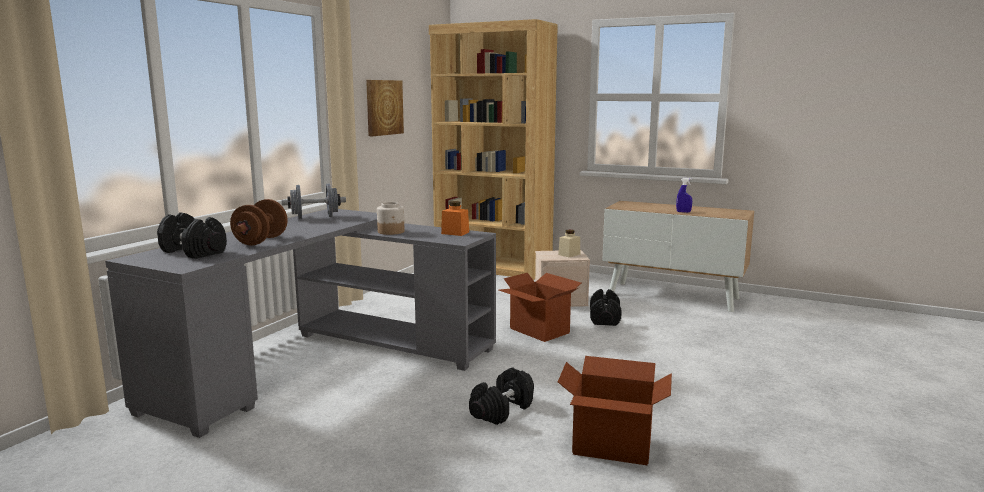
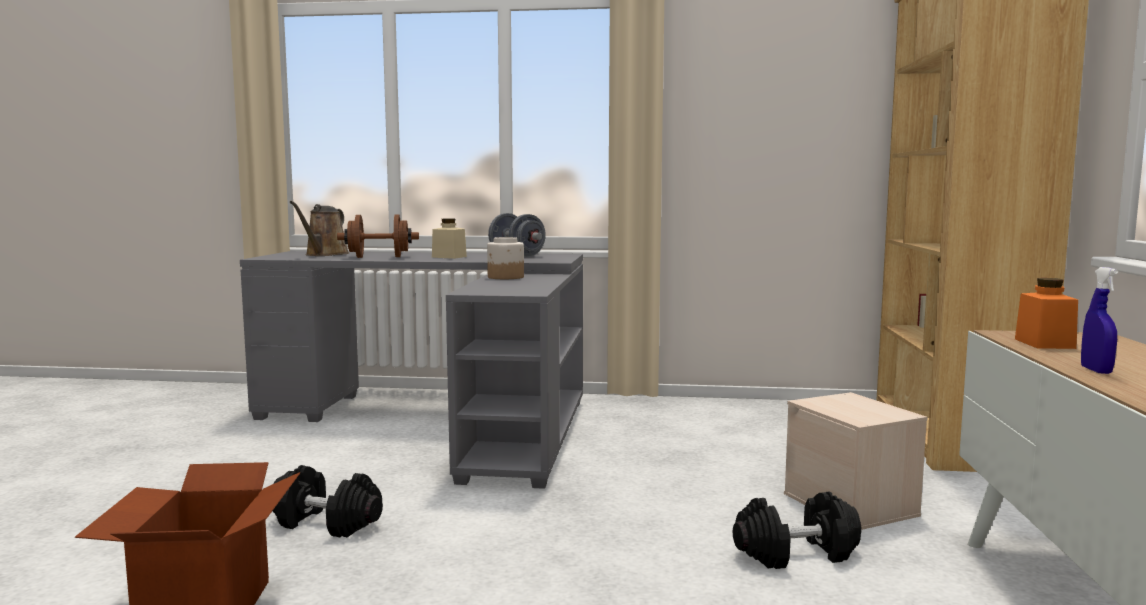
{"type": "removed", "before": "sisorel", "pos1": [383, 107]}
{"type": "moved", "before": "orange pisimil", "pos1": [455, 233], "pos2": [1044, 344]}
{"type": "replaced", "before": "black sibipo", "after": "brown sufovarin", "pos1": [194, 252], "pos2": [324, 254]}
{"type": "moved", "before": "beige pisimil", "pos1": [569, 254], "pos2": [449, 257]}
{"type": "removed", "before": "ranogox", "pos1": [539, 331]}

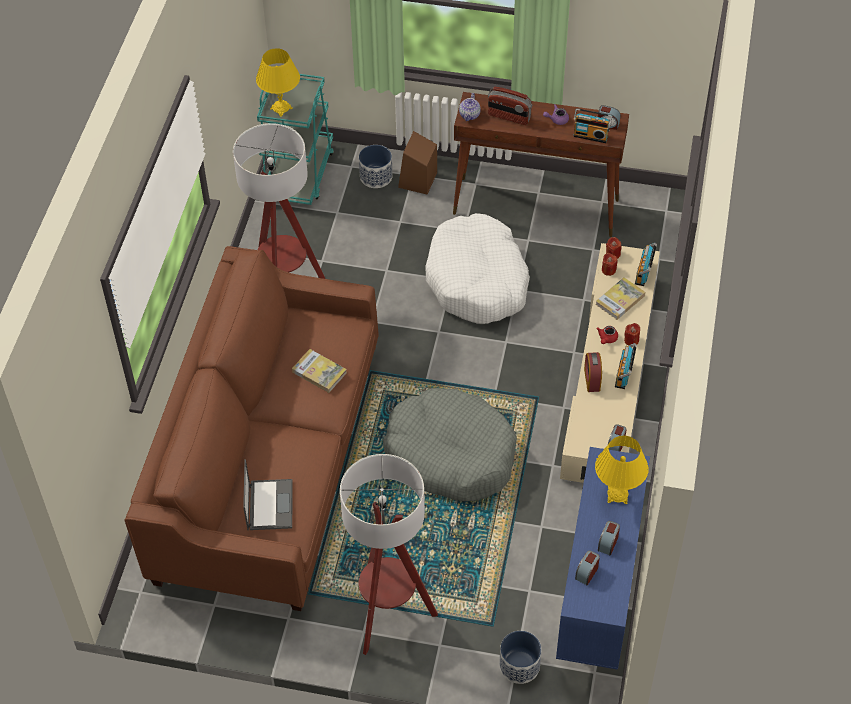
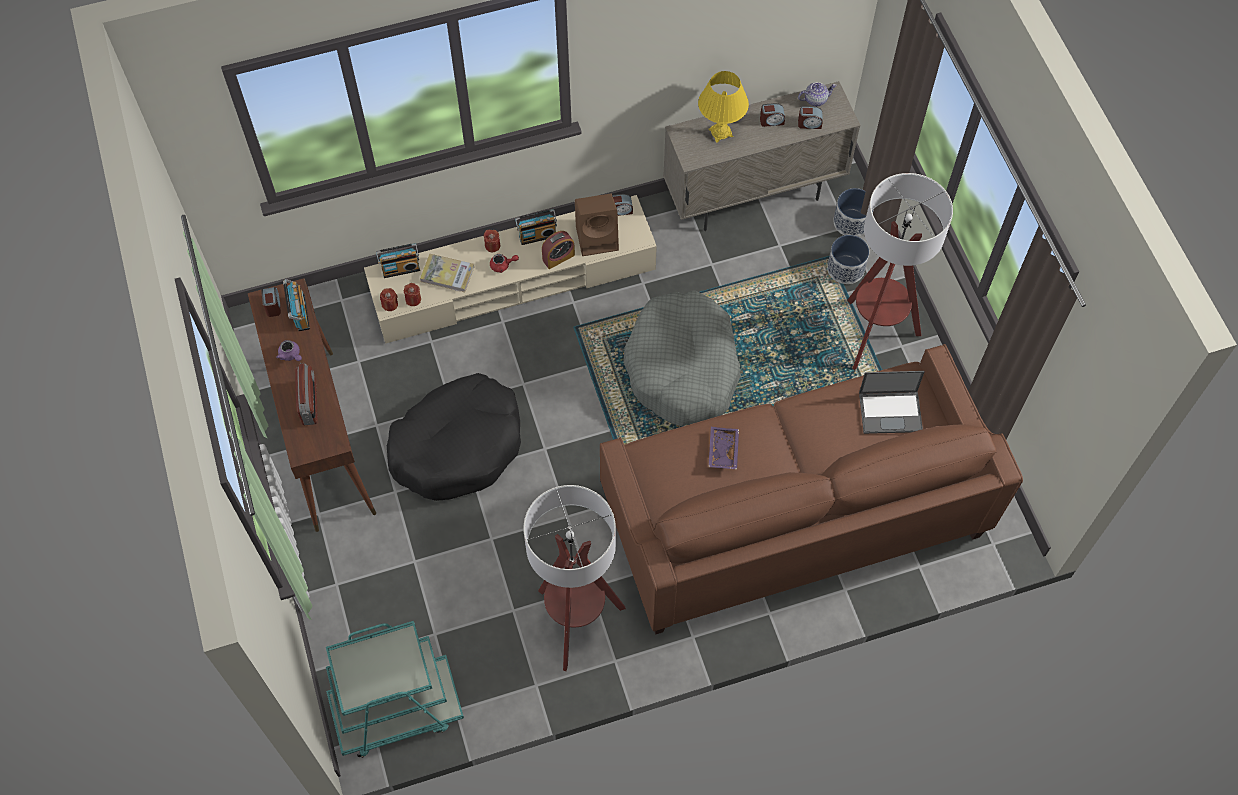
{"type": "removed", "before": "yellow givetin", "pos1": [281, 108]}
{"type": "moved", "before": "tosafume", "pos1": [470, 115], "pos2": [815, 99]}
{"type": "moved", "before": "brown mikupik", "pos1": [417, 181], "pos2": [598, 237]}
{"type": "moved", "before": "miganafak", "pos1": [376, 177], "pos2": [846, 268]}
{"type": "recoloured", "before": "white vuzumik", "after": "black vuzumik", "pos1": [477, 280], "pos2": [458, 445]}
{"type": "replaced", "before": "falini", "after": "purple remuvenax", "pos1": [319, 372], "pos2": [722, 451]}
{"type": "recoloured", "before": "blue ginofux", "after": "beige ginofux", "pos1": [597, 598], "pos2": [753, 196]}
{"type": "turned", "before": "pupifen", "pos1": [269, 504], "pos2": [891, 411], "turn": -150}

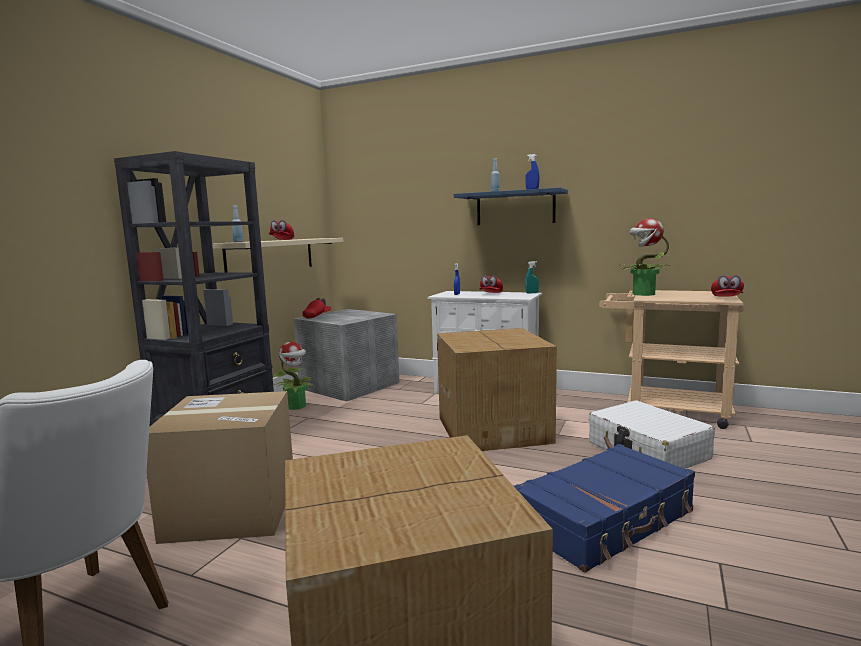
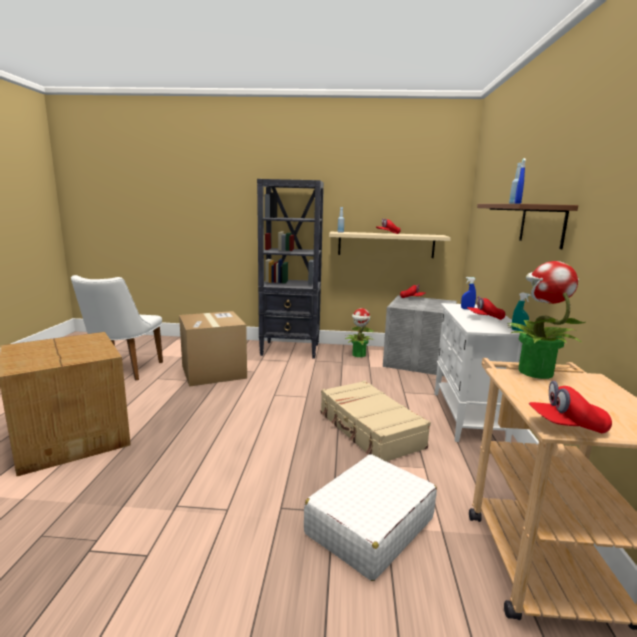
{"type": "recoloured", "before": "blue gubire", "after": "brown gubire", "pos1": [515, 208], "pos2": [542, 224]}
{"type": "replaced", "before": "ranogox", "after": "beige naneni", "pos1": [494, 429], "pos2": [369, 430]}
{"type": "removed", "before": "blue naneni", "pos1": [606, 520]}

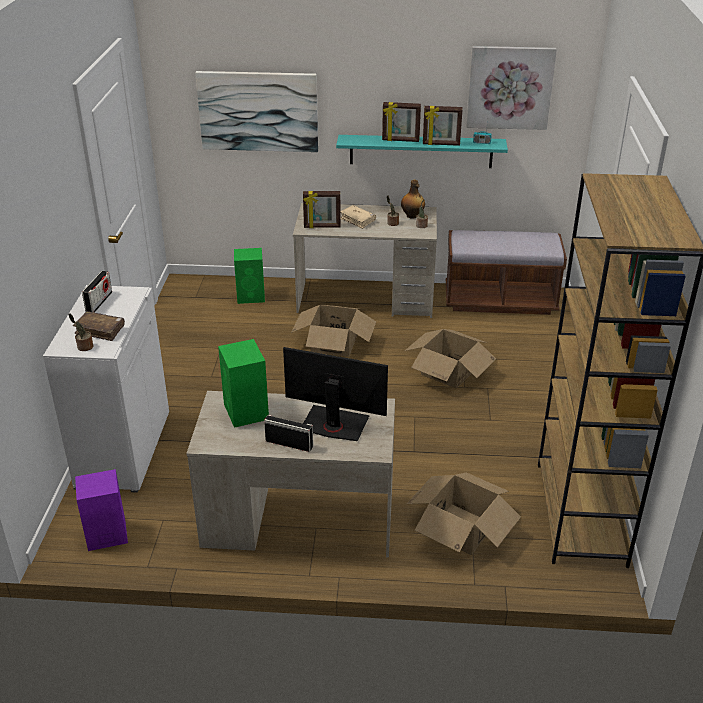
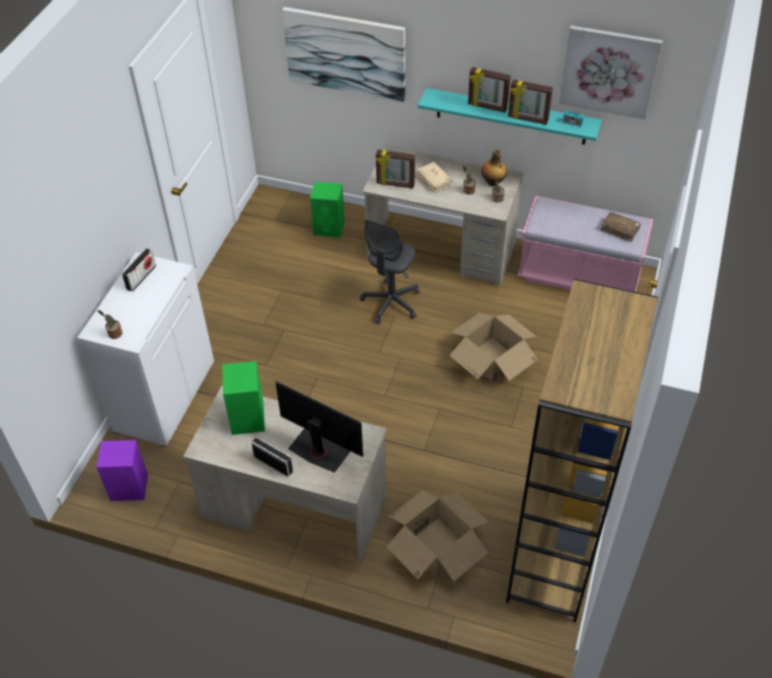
{"type": "recoloured", "before": "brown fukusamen", "after": "pink fukusamen", "pos1": [500, 301], "pos2": [579, 275]}
{"type": "replaced", "before": "ranogox", "after": "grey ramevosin", "pos1": [333, 343], "pos2": [391, 303]}
{"type": "moved", "before": "brown falini", "pos1": [100, 330], "pos2": [620, 229]}

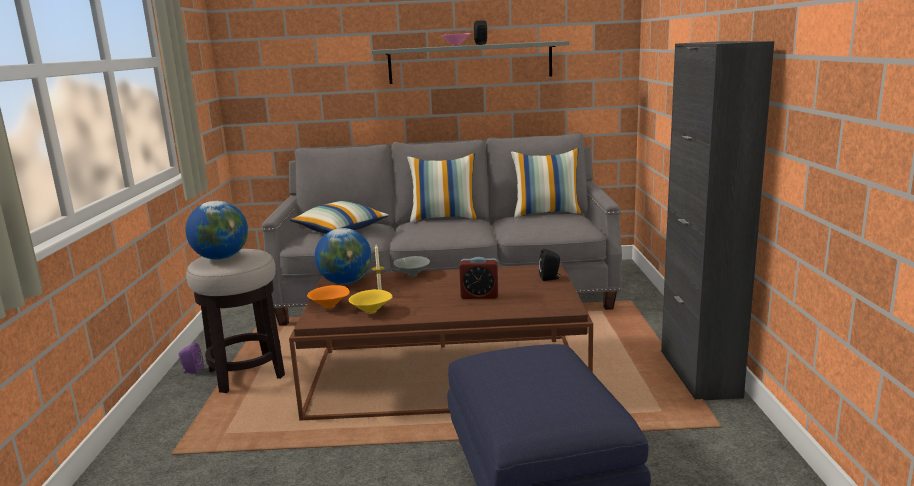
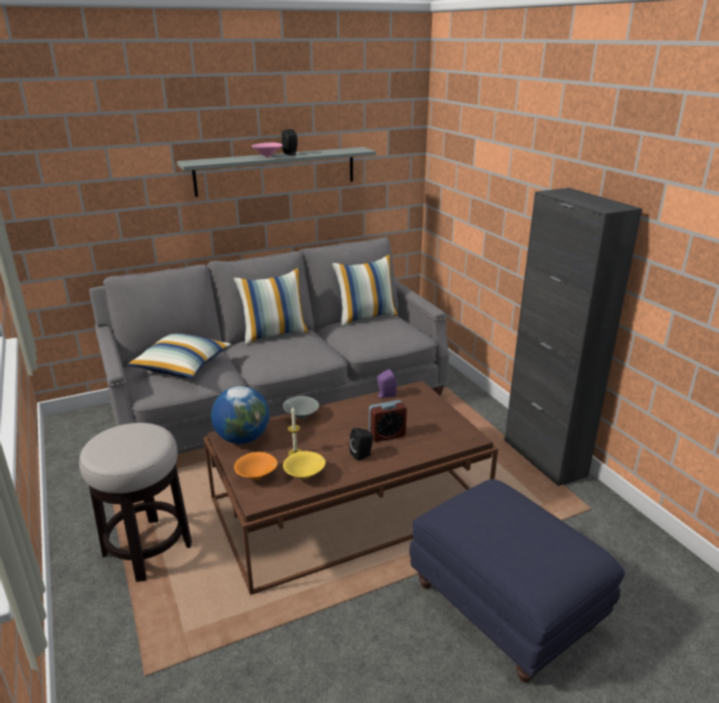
{"type": "removed", "before": "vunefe", "pos1": [221, 258]}
{"type": "moved", "before": "black mikupik", "pos1": [550, 278], "pos2": [362, 455]}
{"type": "moved", "before": "purple mikupik", "pos1": [191, 371], "pos2": [385, 395]}

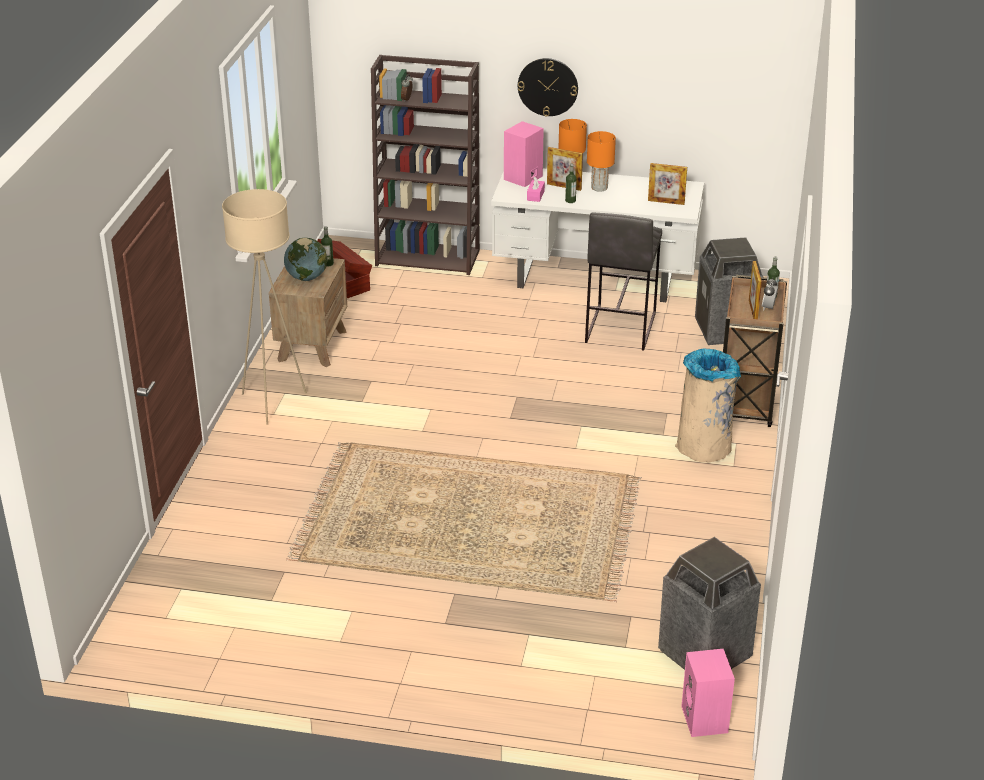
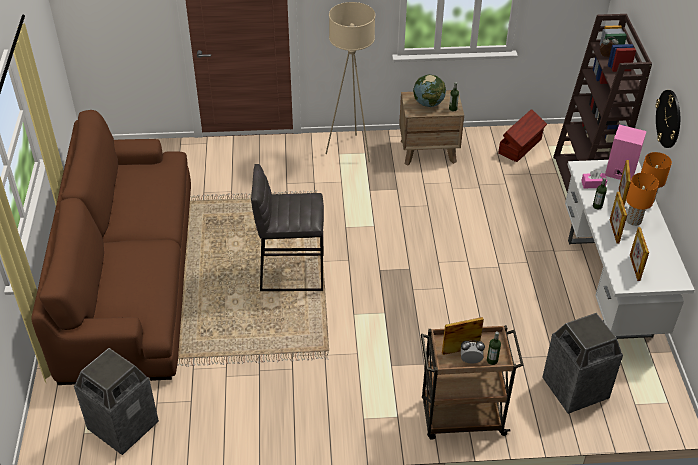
{"type": "moved", "before": "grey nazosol", "pos1": [619, 327], "pos2": [291, 272]}
{"type": "removed", "before": "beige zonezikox", "pos1": [704, 448]}
{"type": "removed", "before": "pink mikupik", "pos1": [706, 720]}
{"type": "added", "after": "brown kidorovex", "pos2": [129, 276]}
{"type": "added", "after": "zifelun", "pos2": [614, 231]}

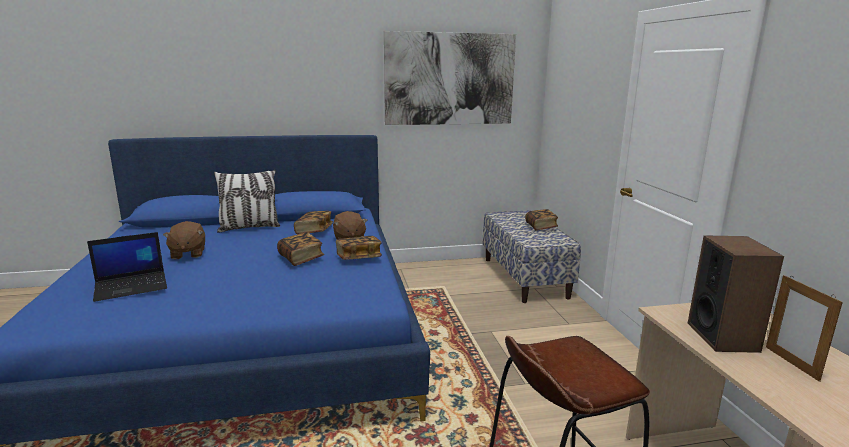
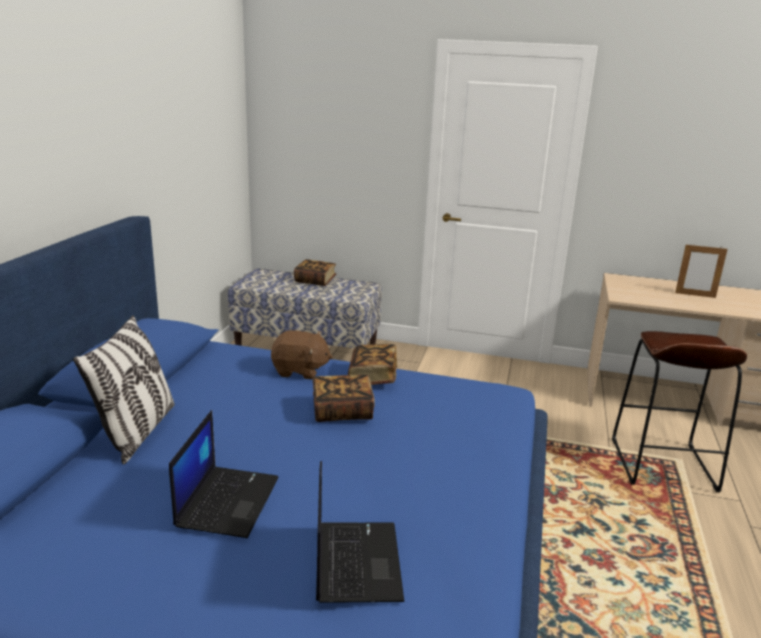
{"type": "removed", "before": "sisorel", "pos1": [449, 79]}
{"type": "removed", "before": "falini", "pos1": [314, 231]}
{"type": "replaced", "before": "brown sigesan", "after": "pupifen", "pos1": [187, 254], "pos2": [227, 501]}
{"type": "removed", "before": "mikupik", "pos1": [722, 337]}

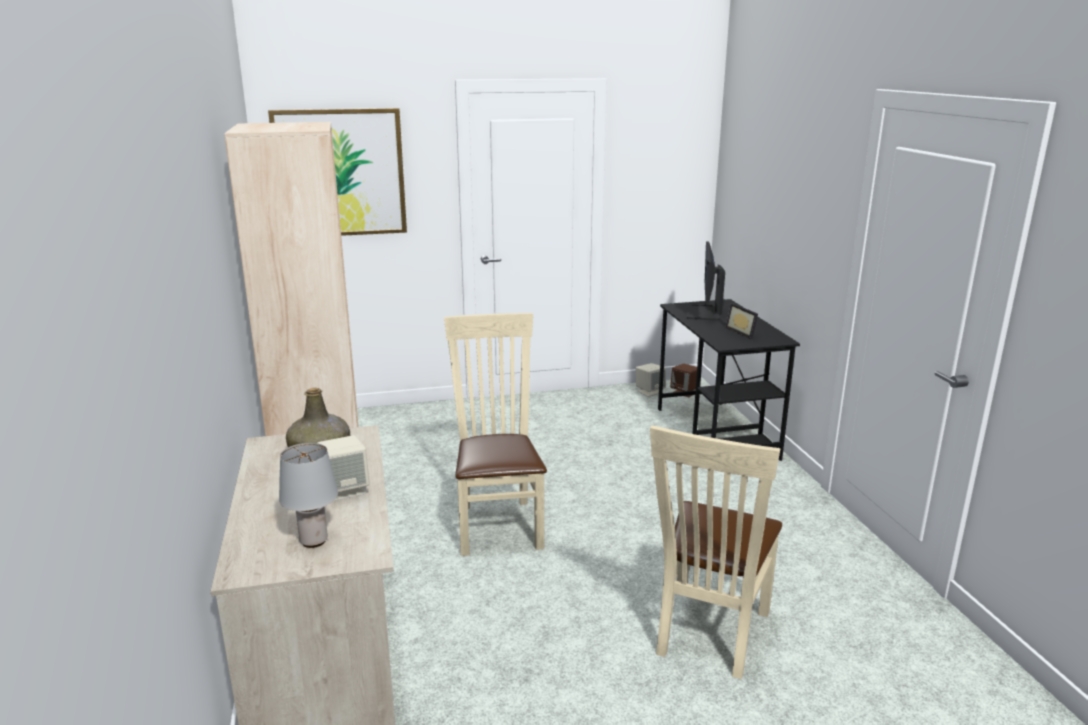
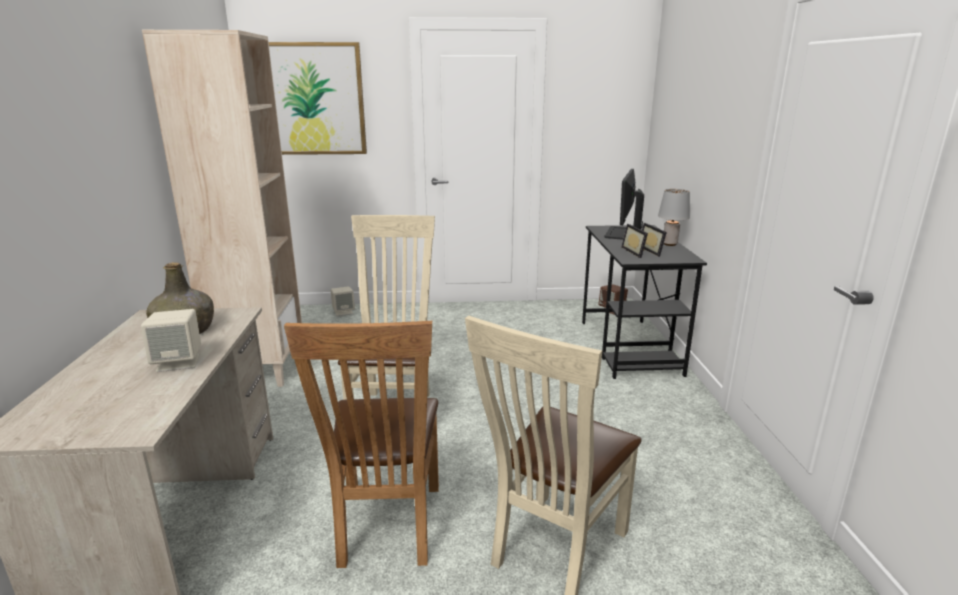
{"type": "moved", "before": "beige mikupik", "pos1": [650, 392], "pos2": [343, 312]}
{"type": "moved", "before": "grey givetin", "pos1": [314, 541], "pos2": [670, 244]}
{"type": "added", "after": "zifelun", "pos2": [636, 252]}
{"type": "added", "after": "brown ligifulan", "pos2": [387, 529]}

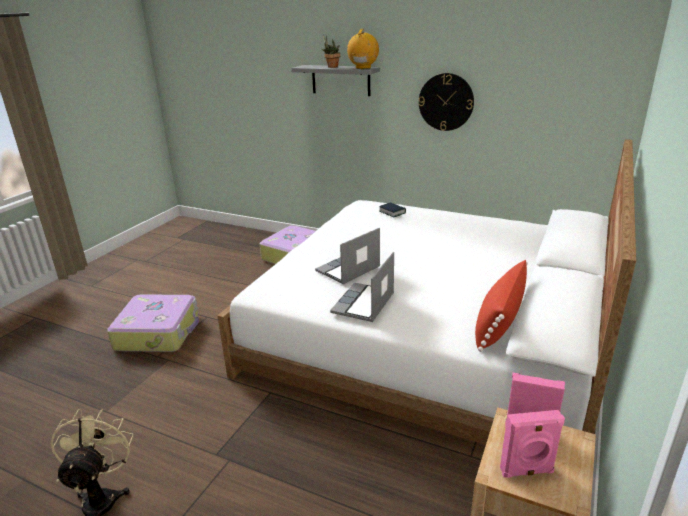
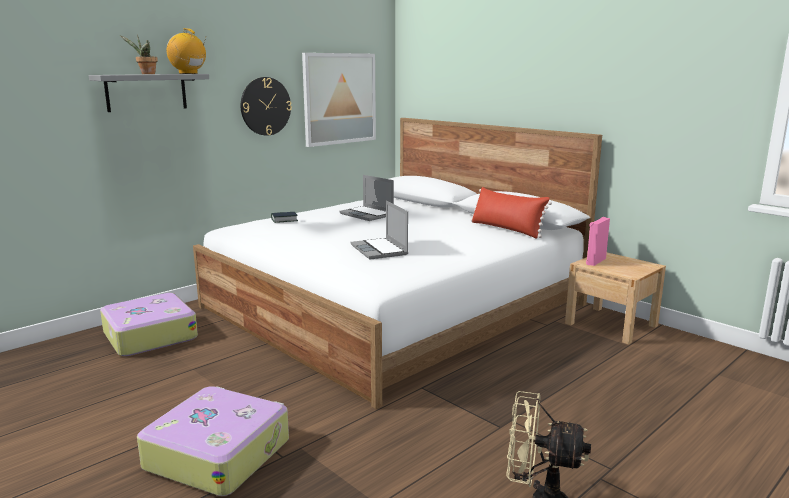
{"type": "moved", "before": "pupifen", "pos1": [364, 304], "pos2": [368, 214]}
{"type": "removed", "before": "pink mikupik", "pos1": [527, 471]}
{"type": "added", "after": "sisorel", "pos2": [339, 98]}

